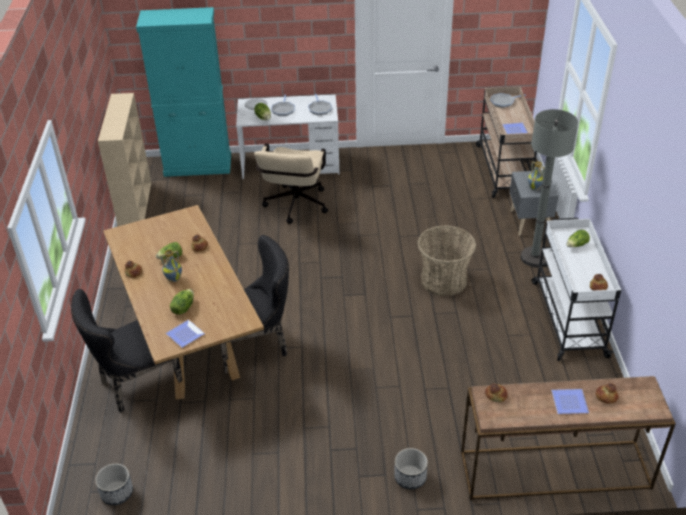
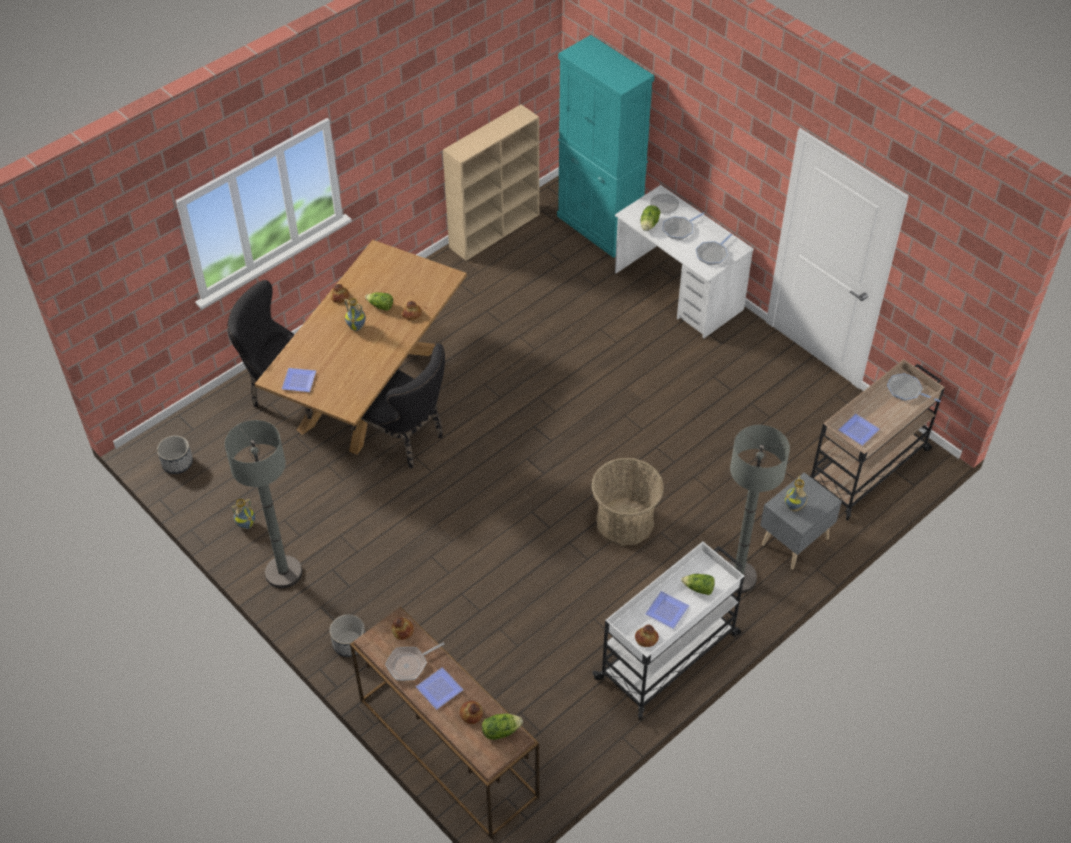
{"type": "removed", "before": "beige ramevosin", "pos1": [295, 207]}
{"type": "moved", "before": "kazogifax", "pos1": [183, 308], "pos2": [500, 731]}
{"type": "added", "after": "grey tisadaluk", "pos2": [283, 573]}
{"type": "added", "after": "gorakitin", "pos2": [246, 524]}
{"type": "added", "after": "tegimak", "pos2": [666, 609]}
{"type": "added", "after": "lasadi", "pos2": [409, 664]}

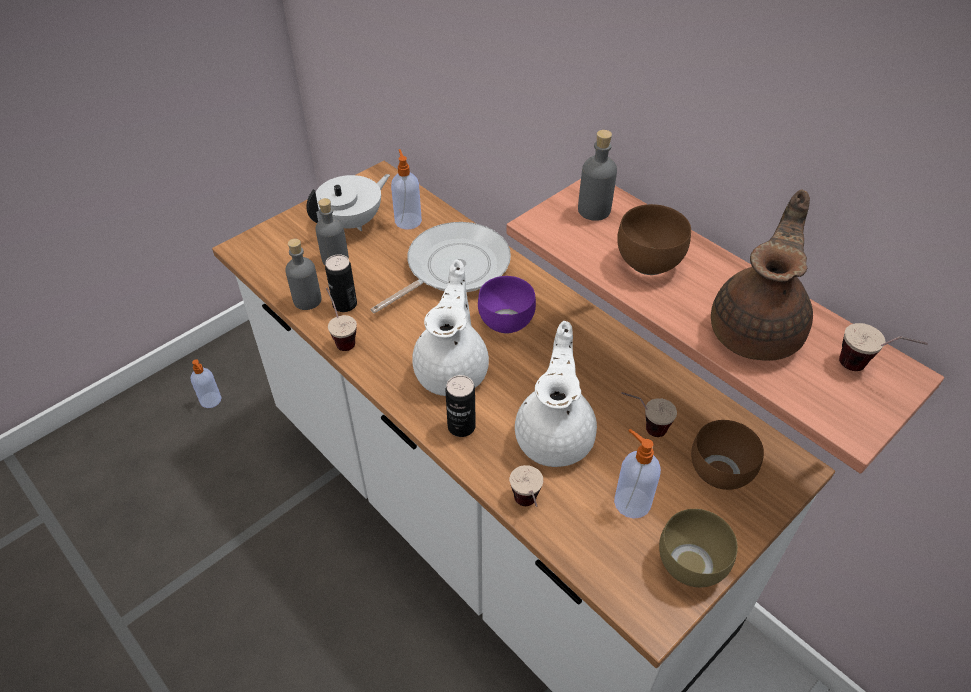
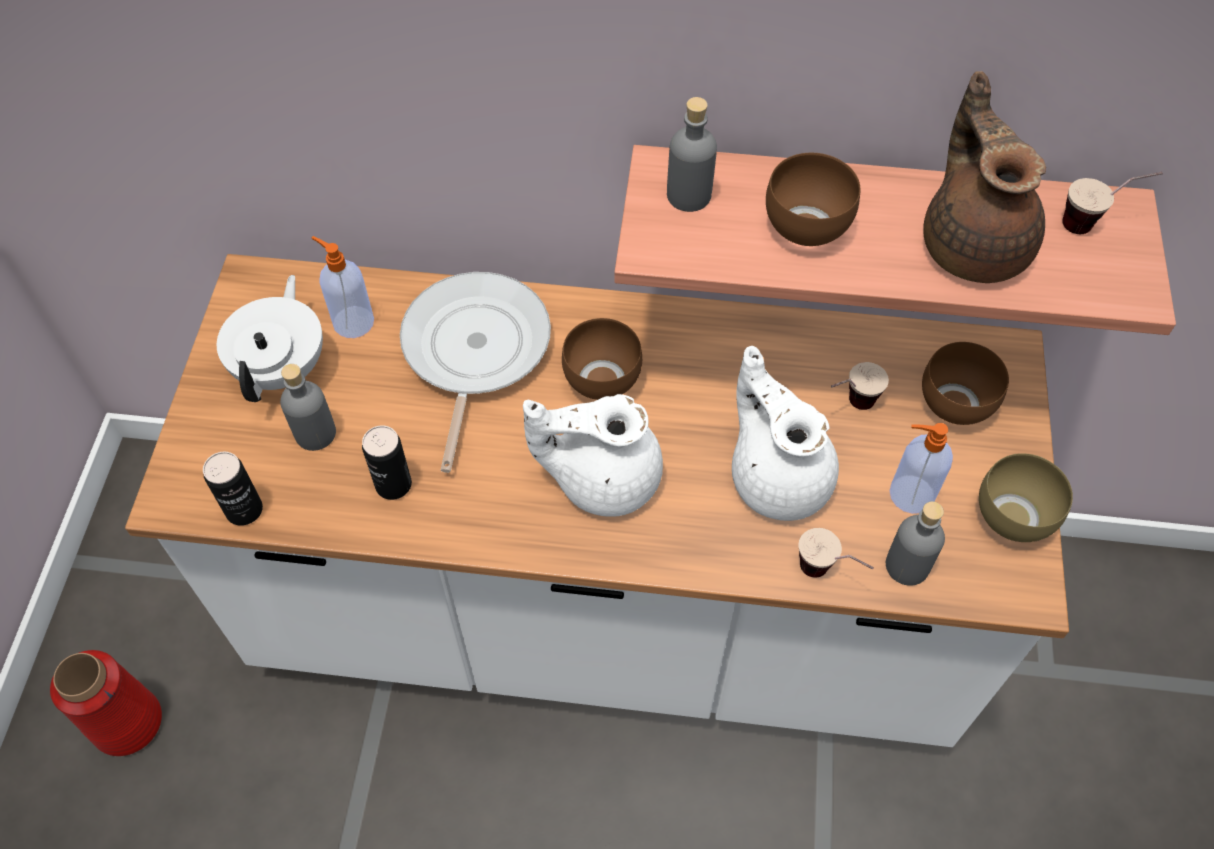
{"type": "moved", "before": "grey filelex", "pos1": [307, 300], "pos2": [907, 565]}
{"type": "turned", "before": "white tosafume", "pos1": [453, 369], "pos2": [602, 477], "turn": -60}
{"type": "recoloured", "before": "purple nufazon", "after": "brown nufazon", "pos1": [504, 323], "pos2": [600, 382]}
{"type": "removed", "before": "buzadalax", "pos1": [341, 337]}
{"type": "replaced", "before": "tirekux", "after": "red gorakitin", "pos1": [211, 400], "pos2": [127, 722]}
{"type": "moved", "before": "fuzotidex", "pos1": [461, 426], "pos2": [244, 510]}

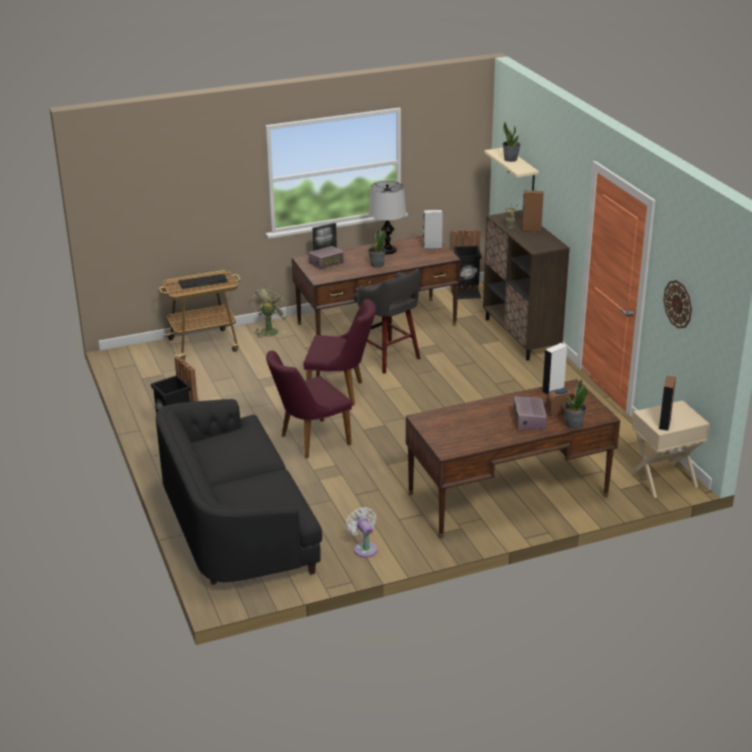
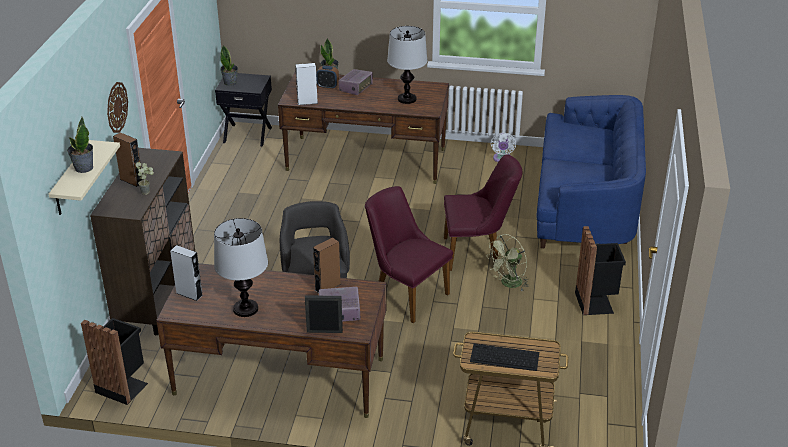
{"type": "moved", "before": "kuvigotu", "pos1": [377, 265], "pos2": [230, 82]}
{"type": "moved", "before": "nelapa", "pos1": [678, 304], "pos2": [116, 107]}
{"type": "moved", "before": "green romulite", "pos1": [270, 330], "pos2": [508, 284]}
{"type": "moved", "before": "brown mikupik", "pos1": [664, 423], "pos2": [327, 287]}
{"type": "recoloured", "before": "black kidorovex", "after": "blue kidorovex", "pos1": [237, 525], "pos2": [585, 202]}
{"type": "recoloured", "before": "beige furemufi", "after": "black furemufi", "pos1": [663, 480], "pos2": [248, 134]}
{"type": "added", "after": "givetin", "pos2": [406, 99]}

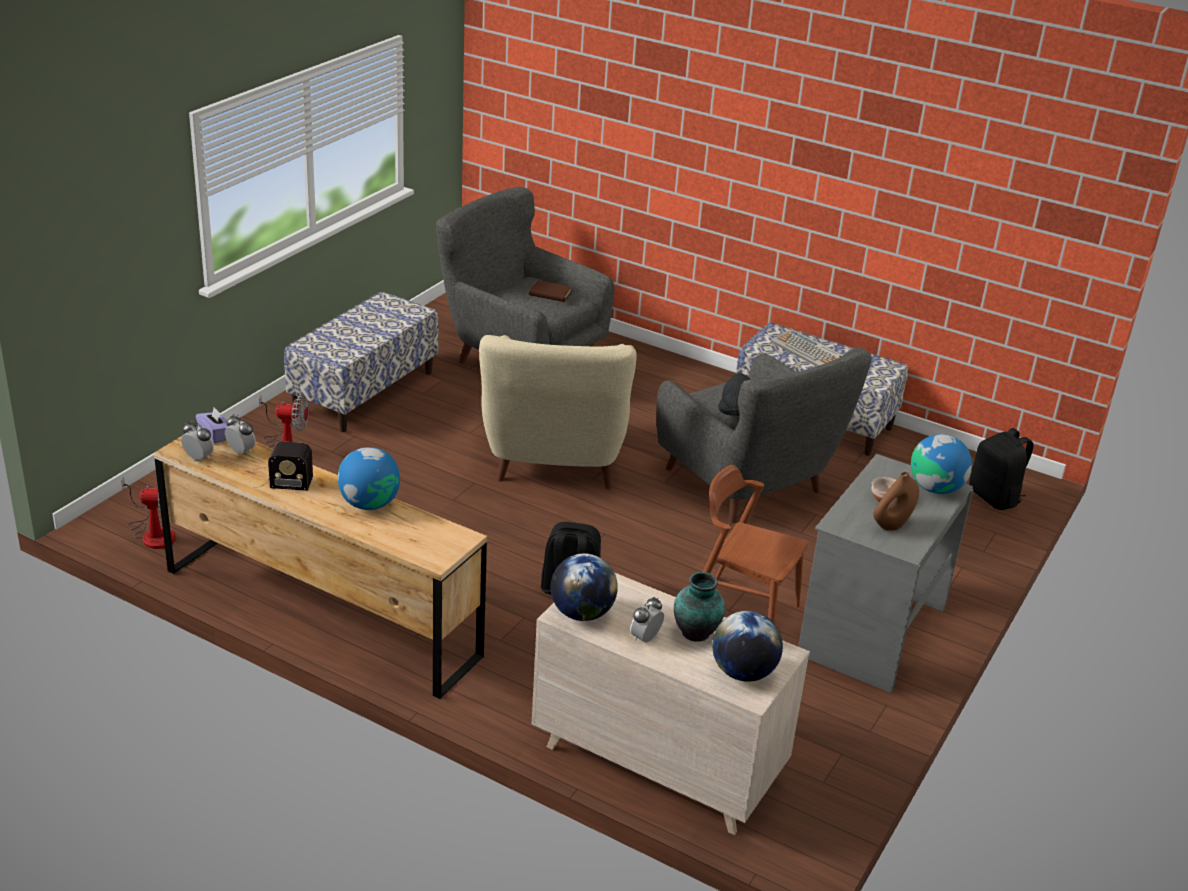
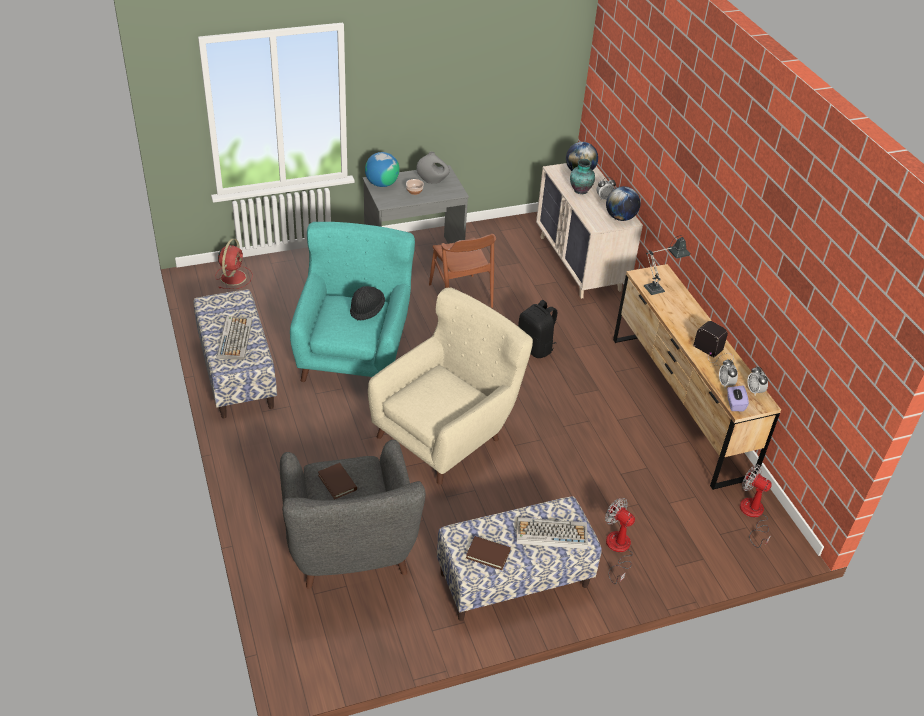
{"type": "recoloured", "before": "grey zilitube", "after": "turquoise zilitube", "pos1": [748, 486], "pos2": [353, 354]}
{"type": "replaced", "before": "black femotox", "after": "red romulite", "pos1": [995, 498], "pos2": [233, 277]}
{"type": "removed", "before": "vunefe", "pos1": [369, 503]}
{"type": "recoloured", "before": "brown gorakitin", "after": "grey gorakitin", "pos1": [892, 525], "pos2": [432, 181]}
{"type": "added", "after": "givetin", "pos2": [658, 288]}
{"type": "added", "after": "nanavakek", "pos2": [551, 534]}
{"type": "added", "after": "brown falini", "pos2": [488, 554]}

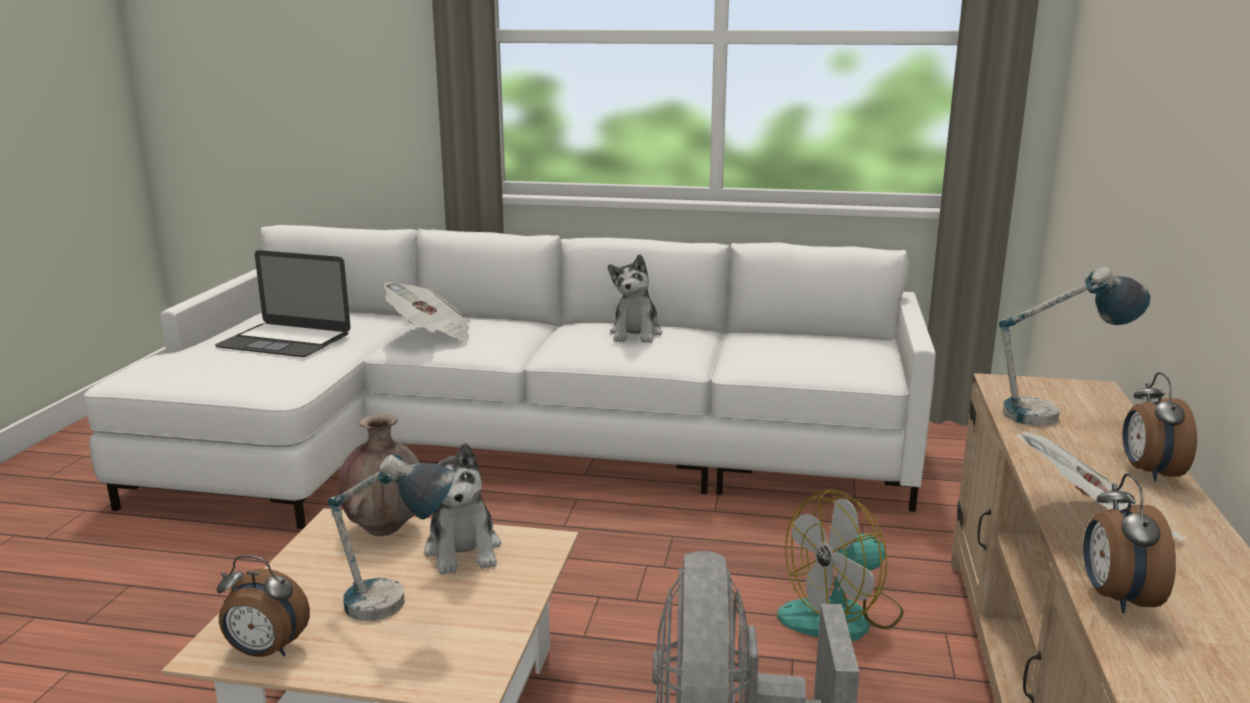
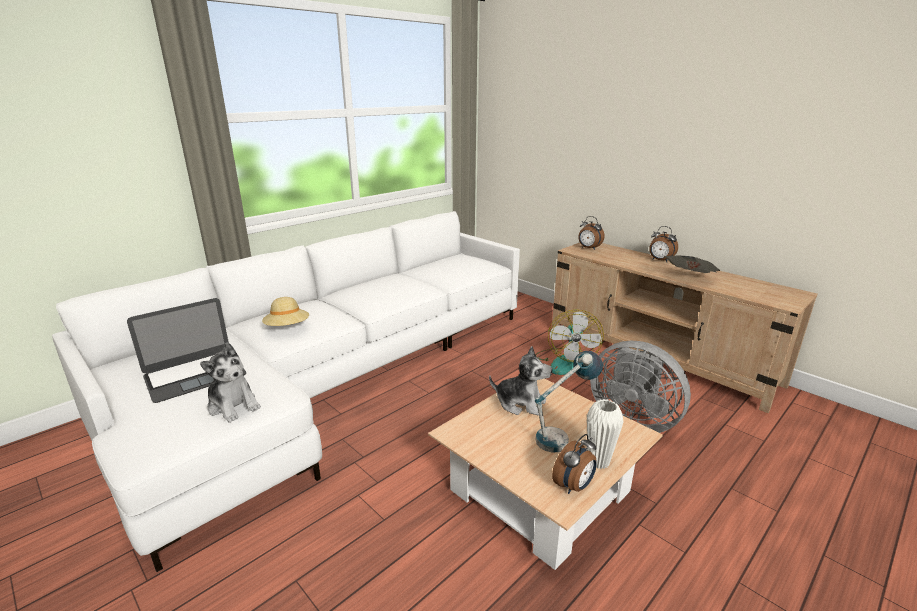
{"type": "moved", "before": "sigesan", "pos1": [636, 333], "pos2": [233, 405]}
{"type": "removed", "before": "givetin", "pos1": [1055, 417]}
{"type": "replaced", "before": "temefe", "after": "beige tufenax", "pos1": [431, 333], "pos2": [287, 327]}
{"type": "removed", "before": "brown gorakitin", "pos1": [385, 528]}
{"type": "moved", "before": "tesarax", "pos1": [1116, 598], "pos2": [588, 248]}
{"type": "added", "after": "white gorakitin", "pos2": [598, 462]}

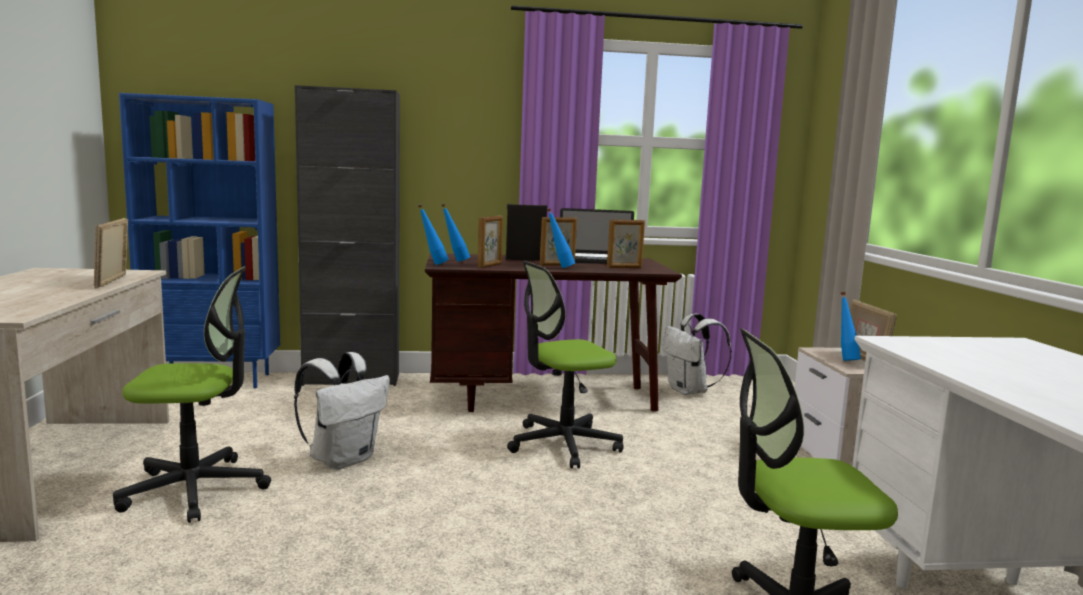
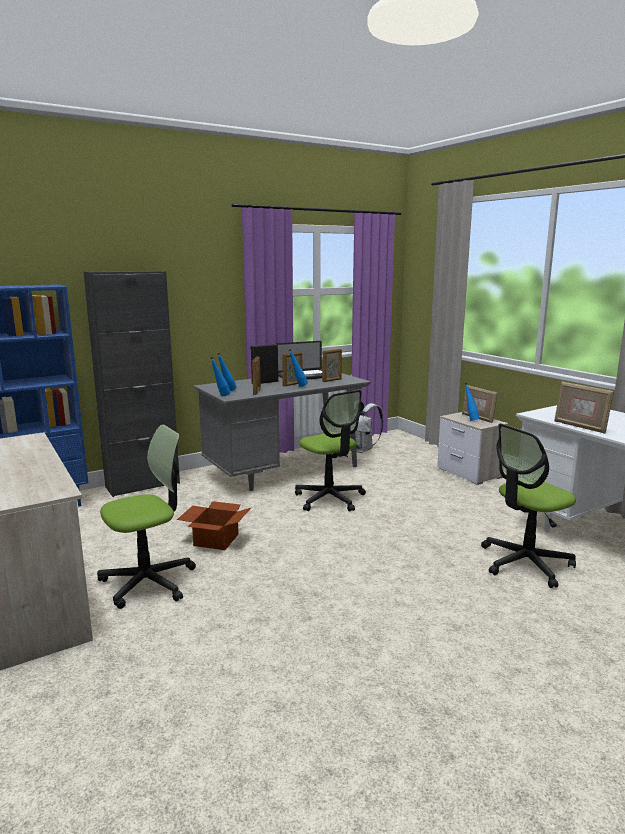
{"type": "moved", "before": "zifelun", "pos1": [113, 281], "pos2": [580, 427]}
{"type": "recoloured", "before": "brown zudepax", "after": "grey zudepax", "pos1": [543, 399], "pos2": [284, 472]}
{"type": "turned", "before": "ramevosin", "pos1": [563, 444], "pos2": [330, 499], "turn": -75}
{"type": "replaced", "before": "white femotox", "after": "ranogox", "pos1": [343, 459], "pos2": [215, 539]}

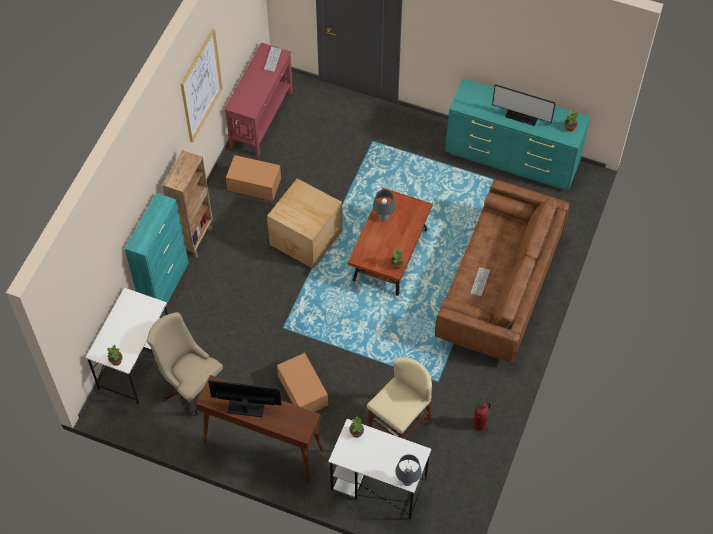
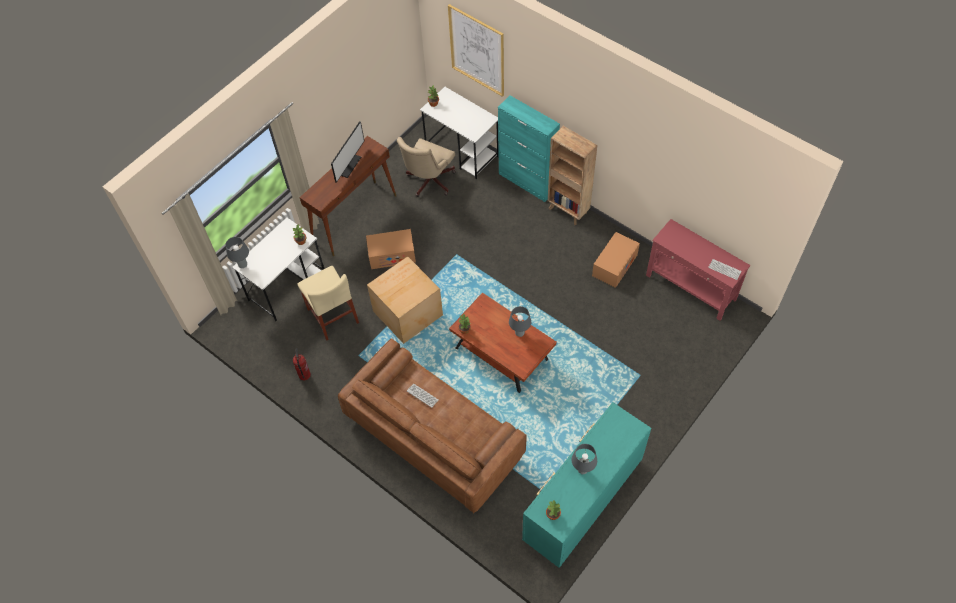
{"type": "moved", "before": "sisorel", "pos1": [201, 86], "pos2": [477, 50]}
{"type": "replaced", "before": "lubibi", "after": "grey givetin", "pos1": [522, 116], "pos2": [582, 470]}
{"type": "moved", "before": "ranogox", "pos1": [306, 239], "pos2": [406, 313]}
{"type": "turned", "before": "beige ramevosin", "pos1": [190, 385], "pos2": [428, 182], "turn": 150}

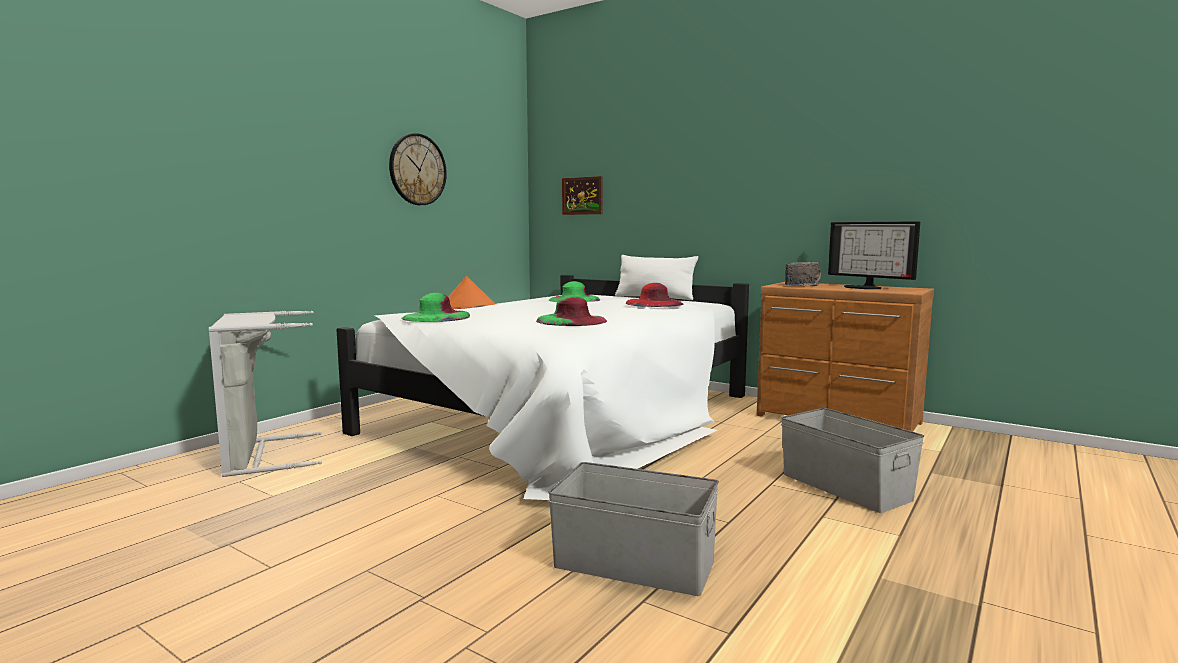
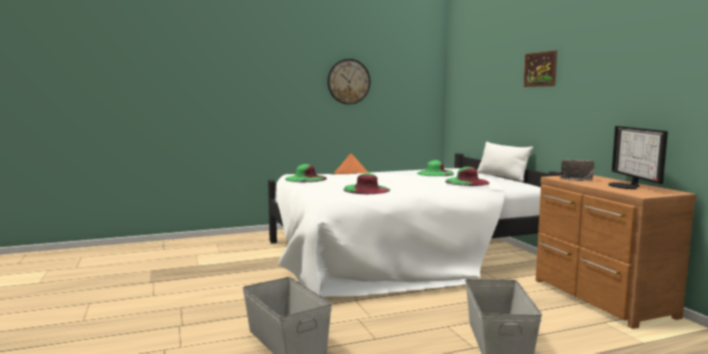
{"type": "moved", "before": "sisorel", "pos1": [582, 196], "pos2": [540, 69]}
{"type": "recoloured", "before": "red tufenax", "after": "green tufenax", "pos1": [654, 303], "pos2": [467, 182]}
{"type": "removed", "before": "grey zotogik", "pos1": [261, 456]}

